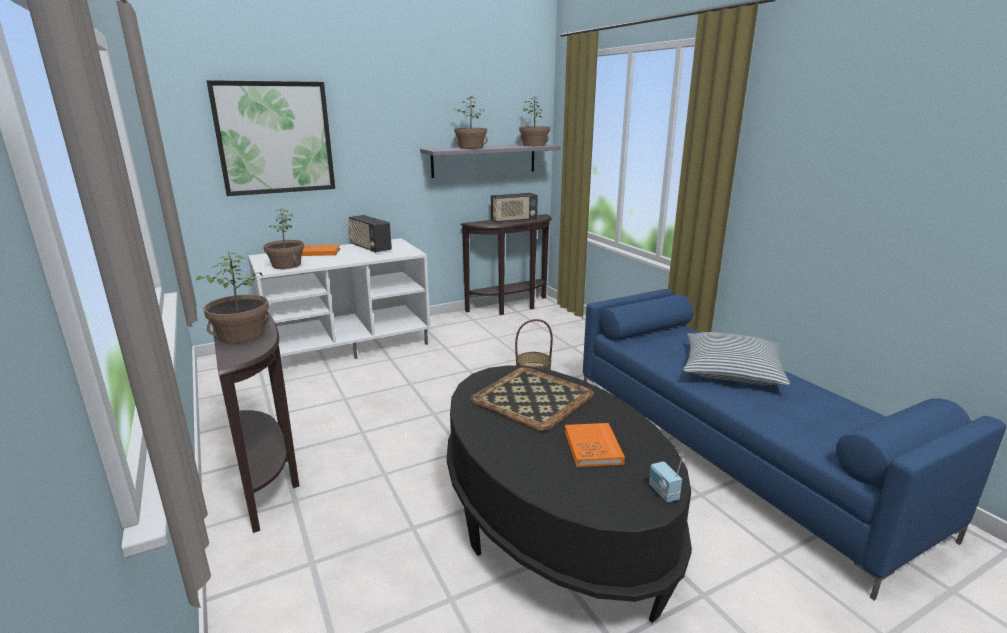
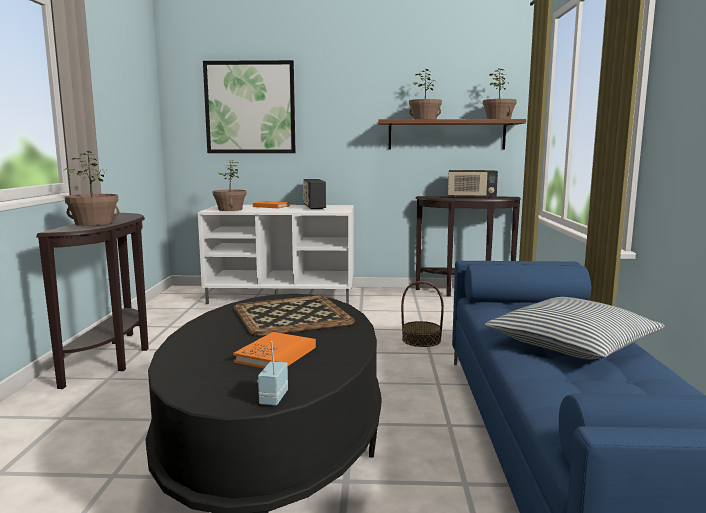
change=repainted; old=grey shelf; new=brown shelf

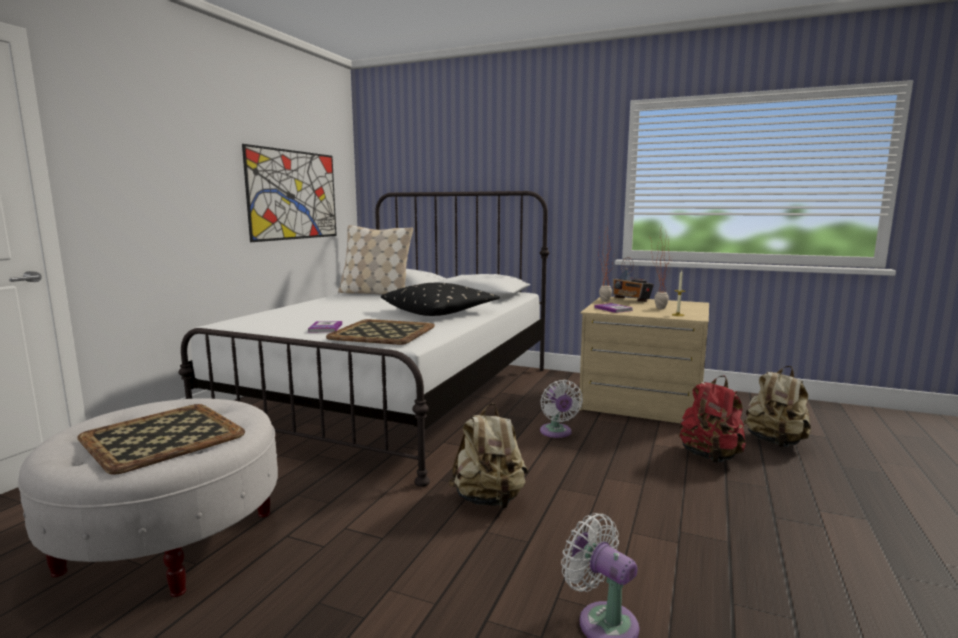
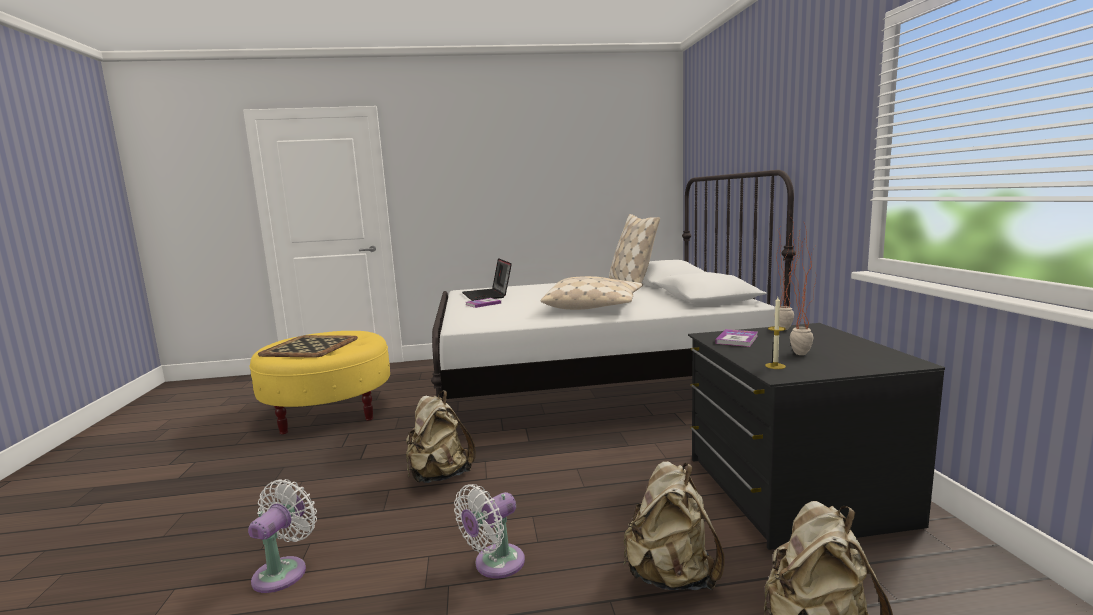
change=repainted; old=white ottoman; new=yellow ottoman
change=gone; old=picture
change=gone; old=tray (no. 2 from left)
change=repainted; old=black pillow; new=beige pillow (no. 1 from left)
change=shifted; old=white fan (no. 1 from left in the first image); new=white fan (no. 2 from left)
change=repainted; old=beige dresser; new=black dresser
change=gone; old=radio
change=repainted; old=red backpack; new=beige backpack (no. 2 from left)
change=new; new=laptop

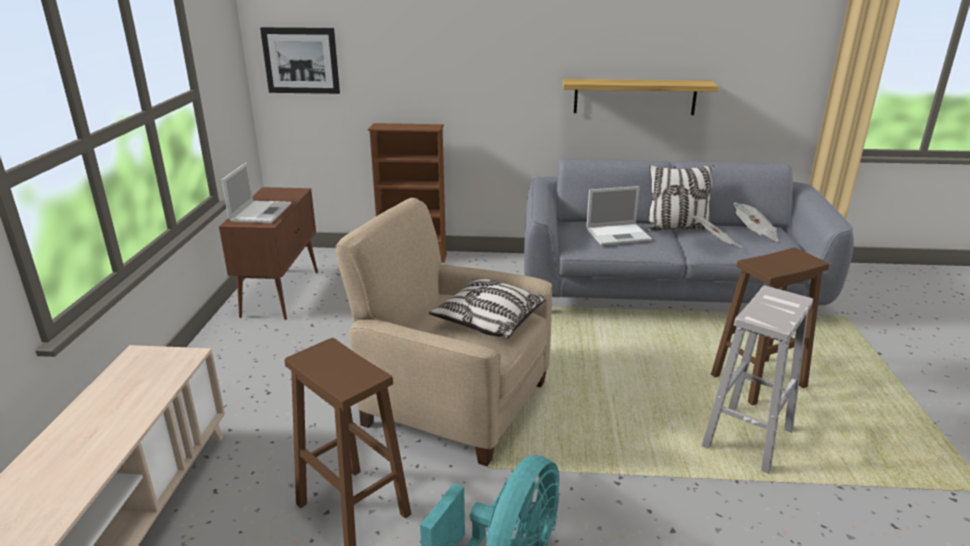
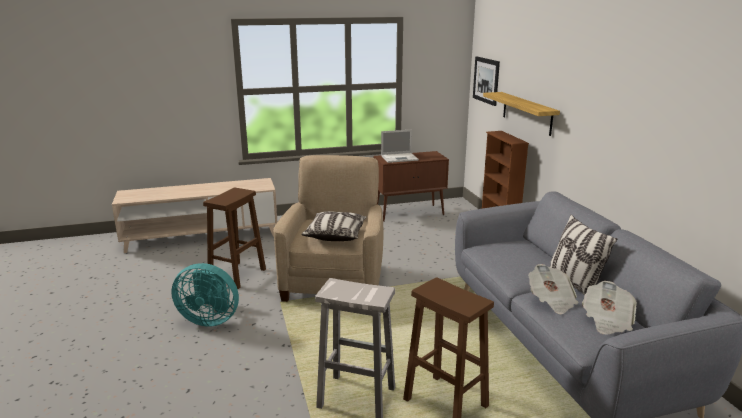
change=shifted; old=shelf
change=gone; old=laptop (no. 2 from left)

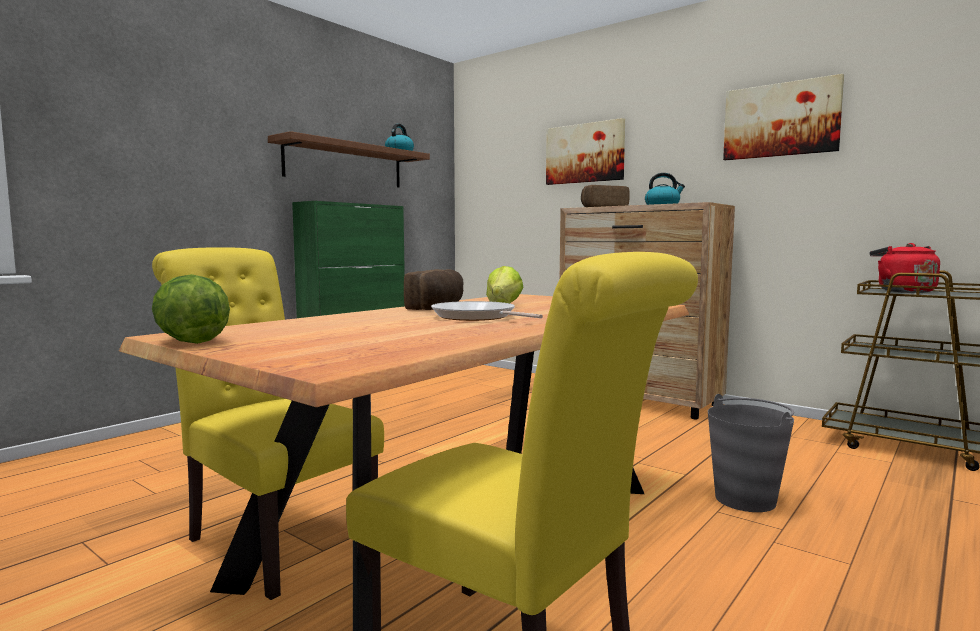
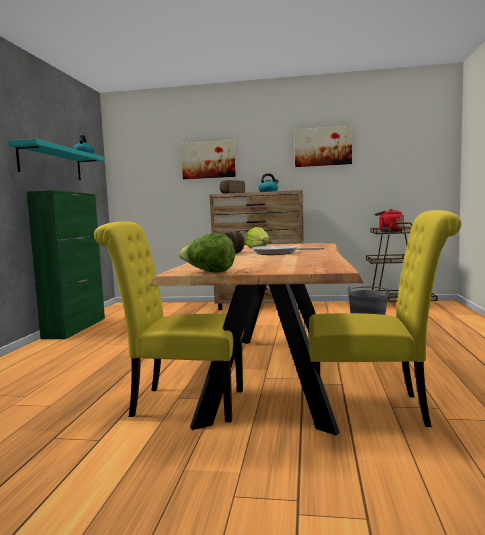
change=repainted; old=brown shelf; new=turquoise shelf

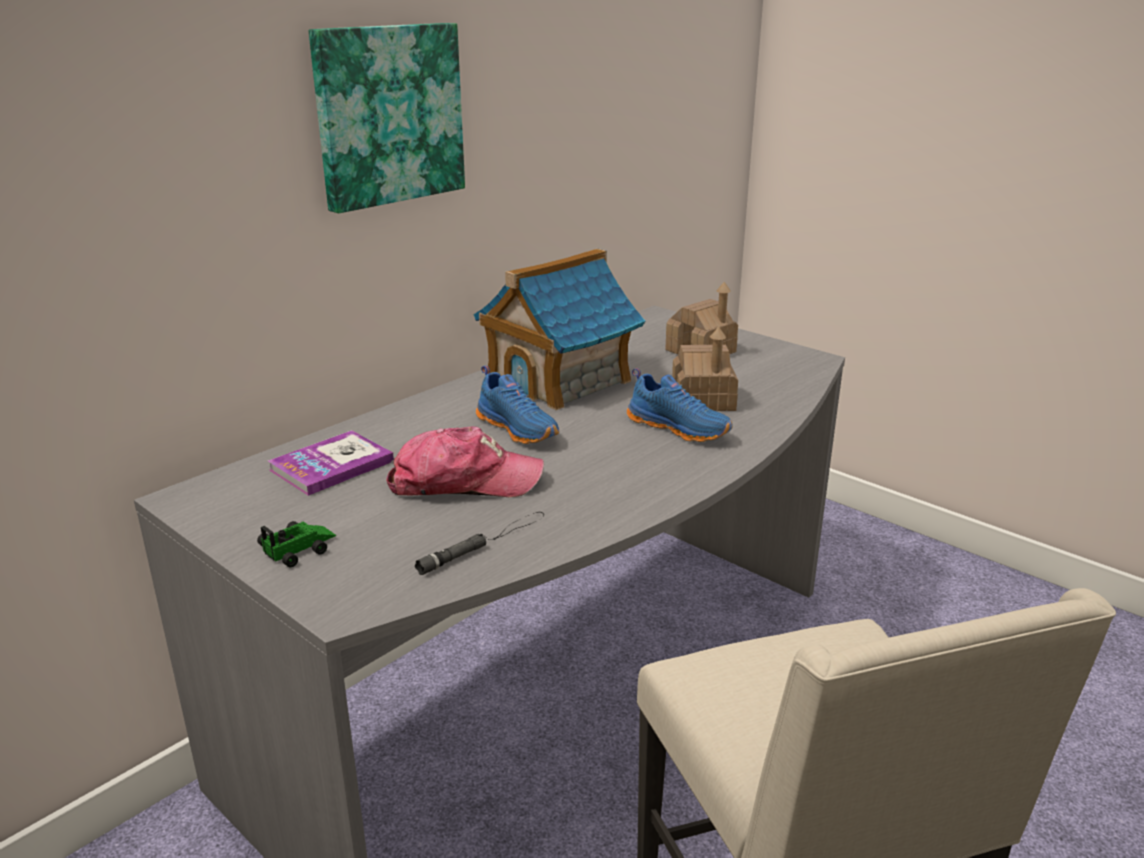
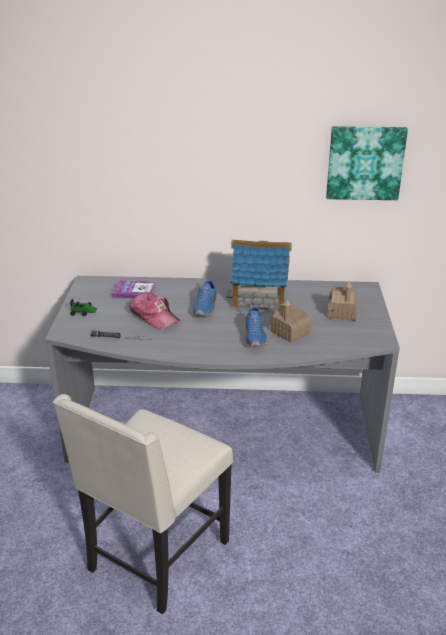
change=shifted; old=picture

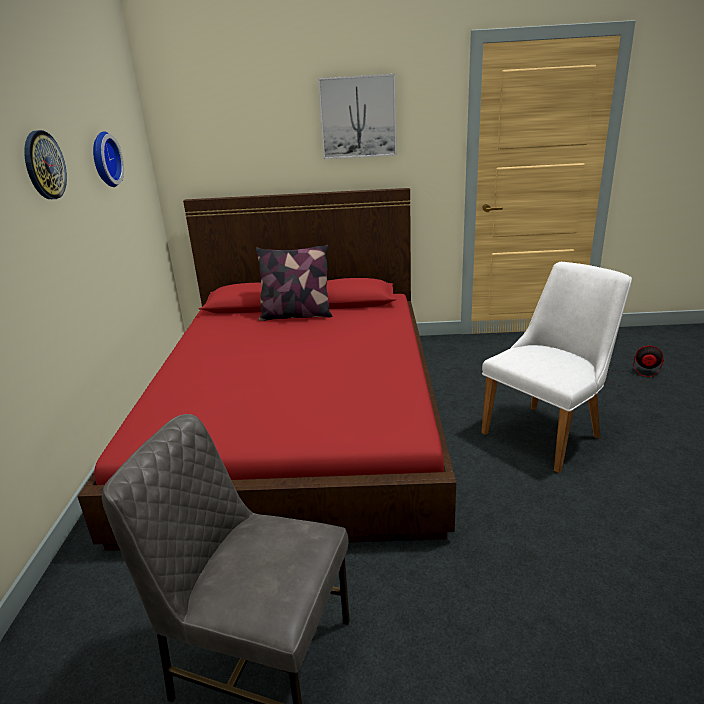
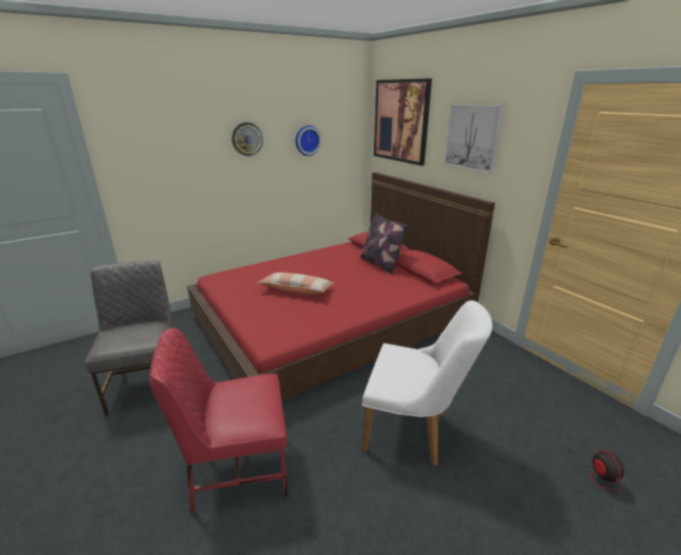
change=new; new=red chair
change=new; new=pillow (no. 1 from left)
change=new; new=picture (no. 1 from left)

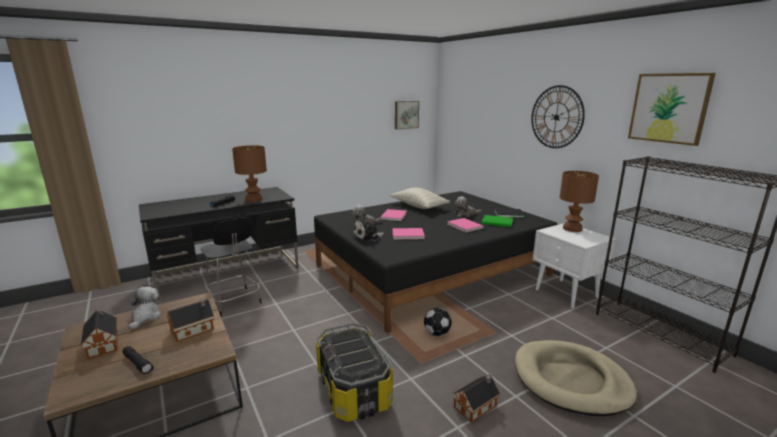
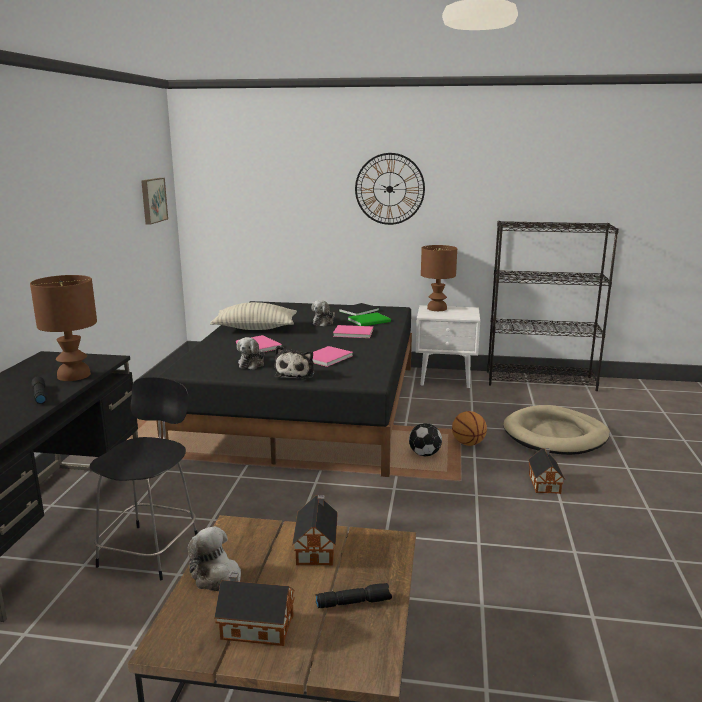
change=rotated; old=black chair; degrees=-75
change=gone; old=storage box
change=gone; old=picture (no. 2 from left)
change=new; new=basketball

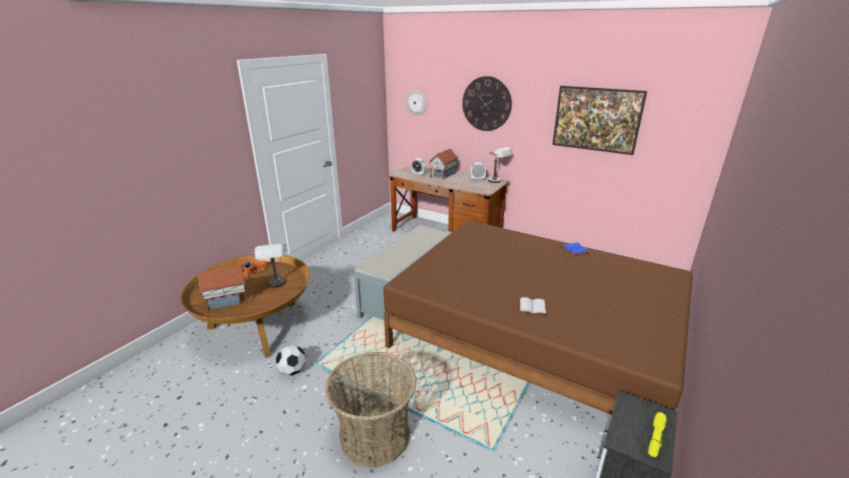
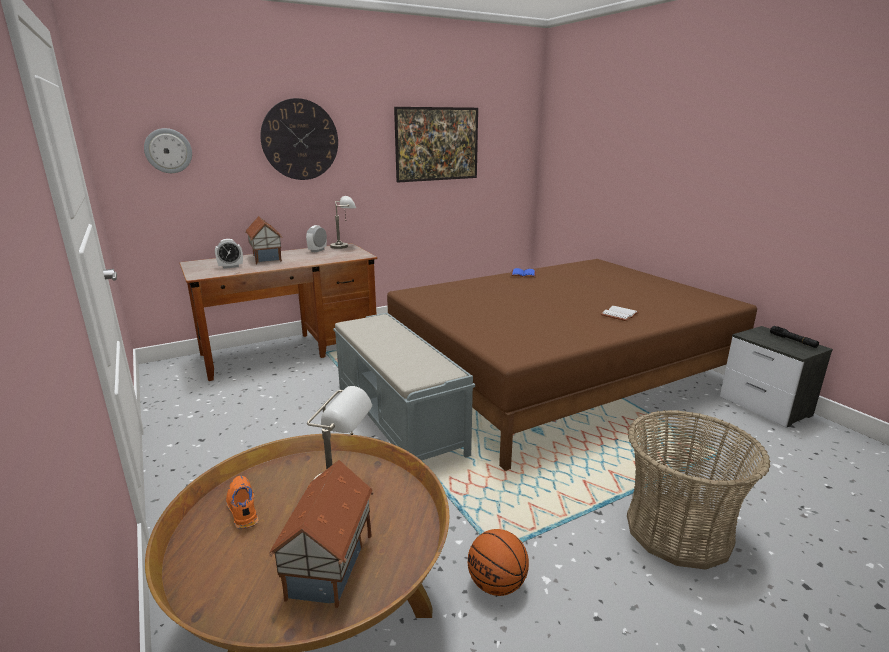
change=swapped; old=football; new=basketball
change=repainted; old=yellow flashlight; new=black flashlight

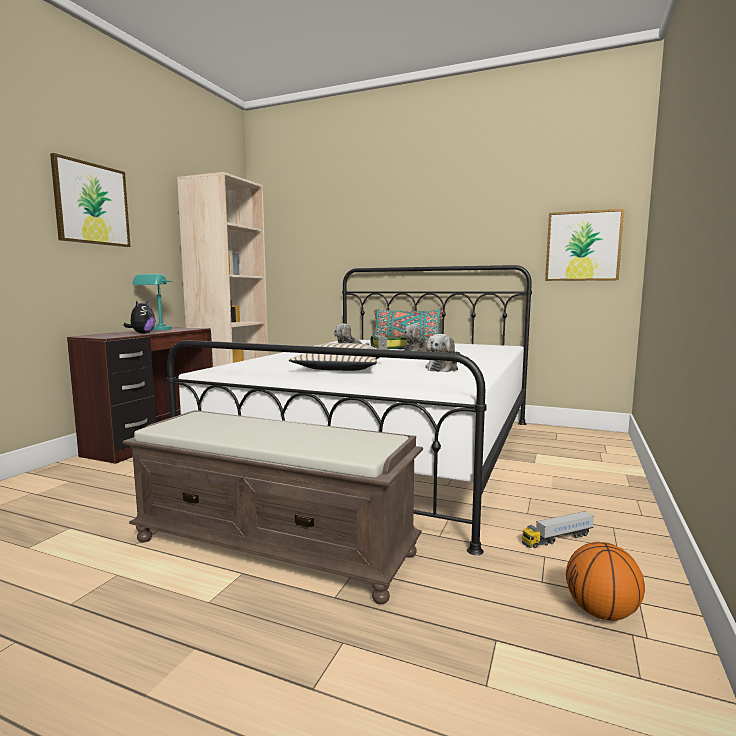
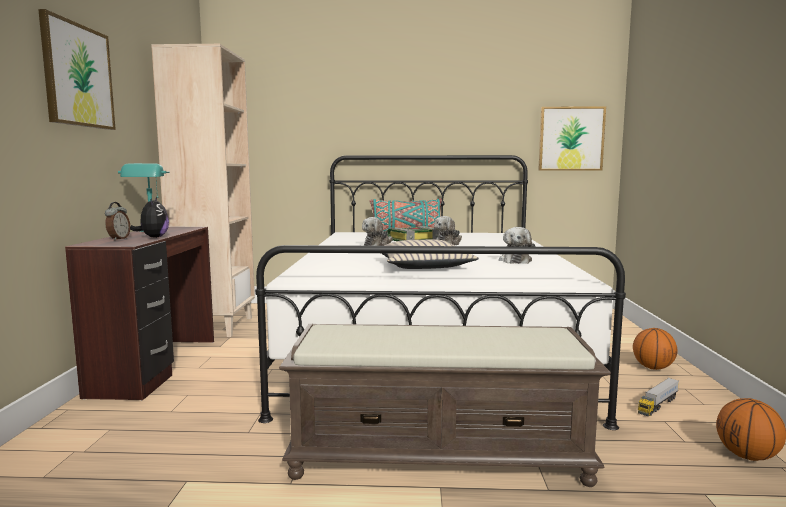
change=new; new=alarm clock
change=new; new=basketball (no. 1 from left)

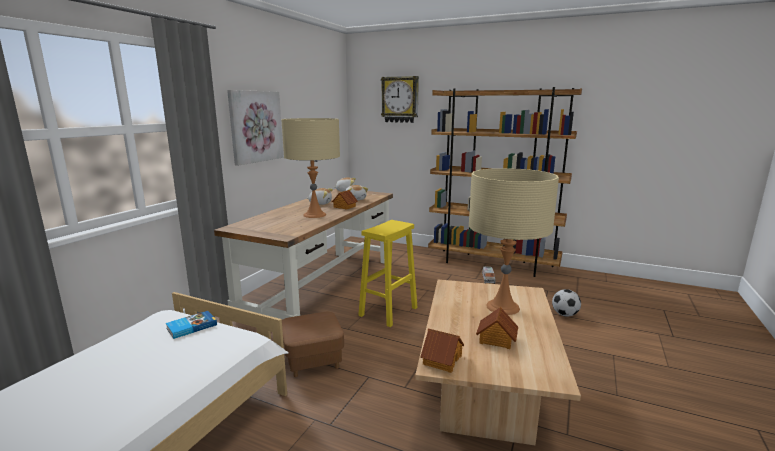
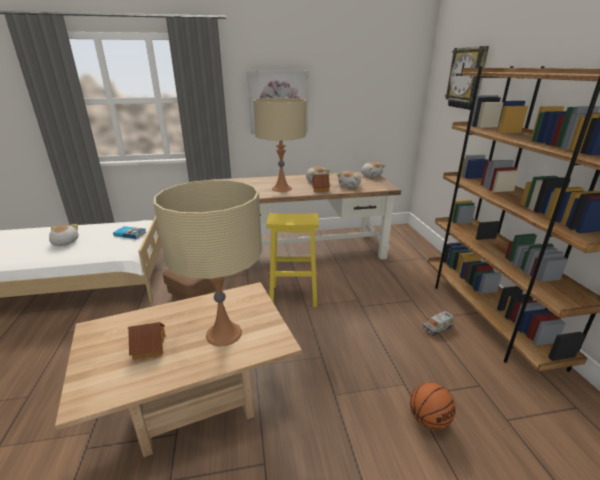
change=gone; old=toy house (no. 2 from left)
change=swapped; old=football; new=basketball
change=new; new=plush toy (no. 1 from left)

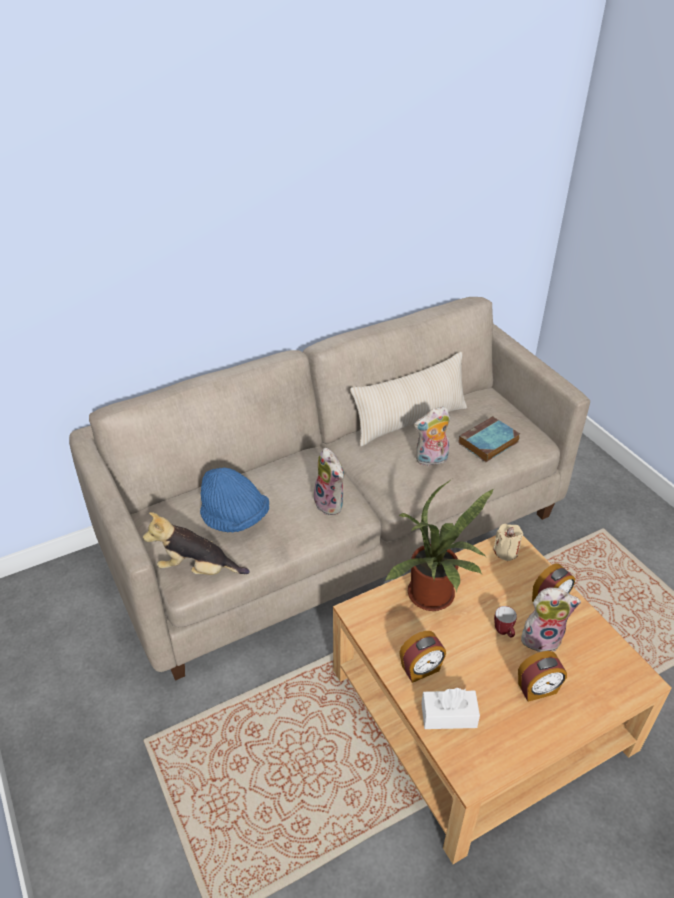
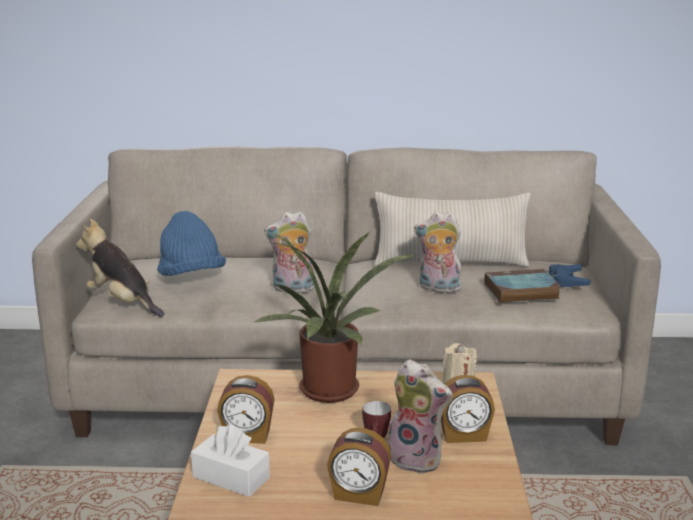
change=rotated; old=plush toy (no. 2 from left); degrees=90
change=new; new=blue game controller

